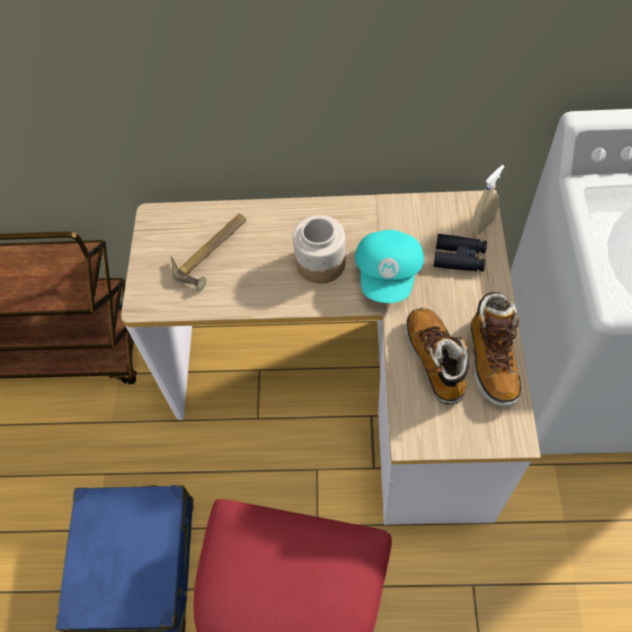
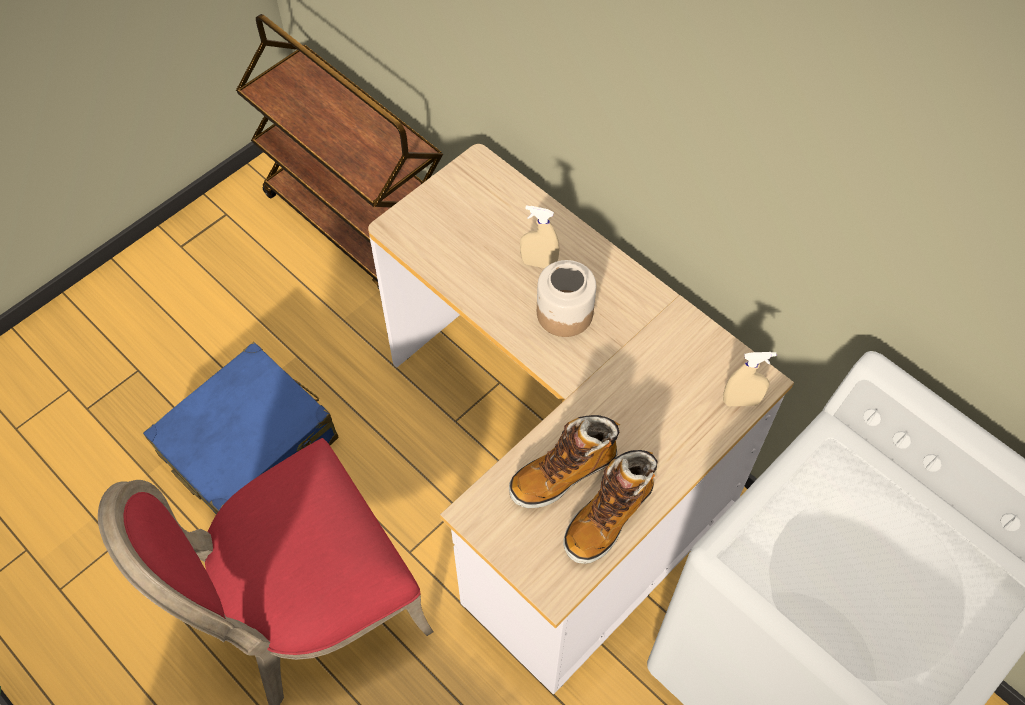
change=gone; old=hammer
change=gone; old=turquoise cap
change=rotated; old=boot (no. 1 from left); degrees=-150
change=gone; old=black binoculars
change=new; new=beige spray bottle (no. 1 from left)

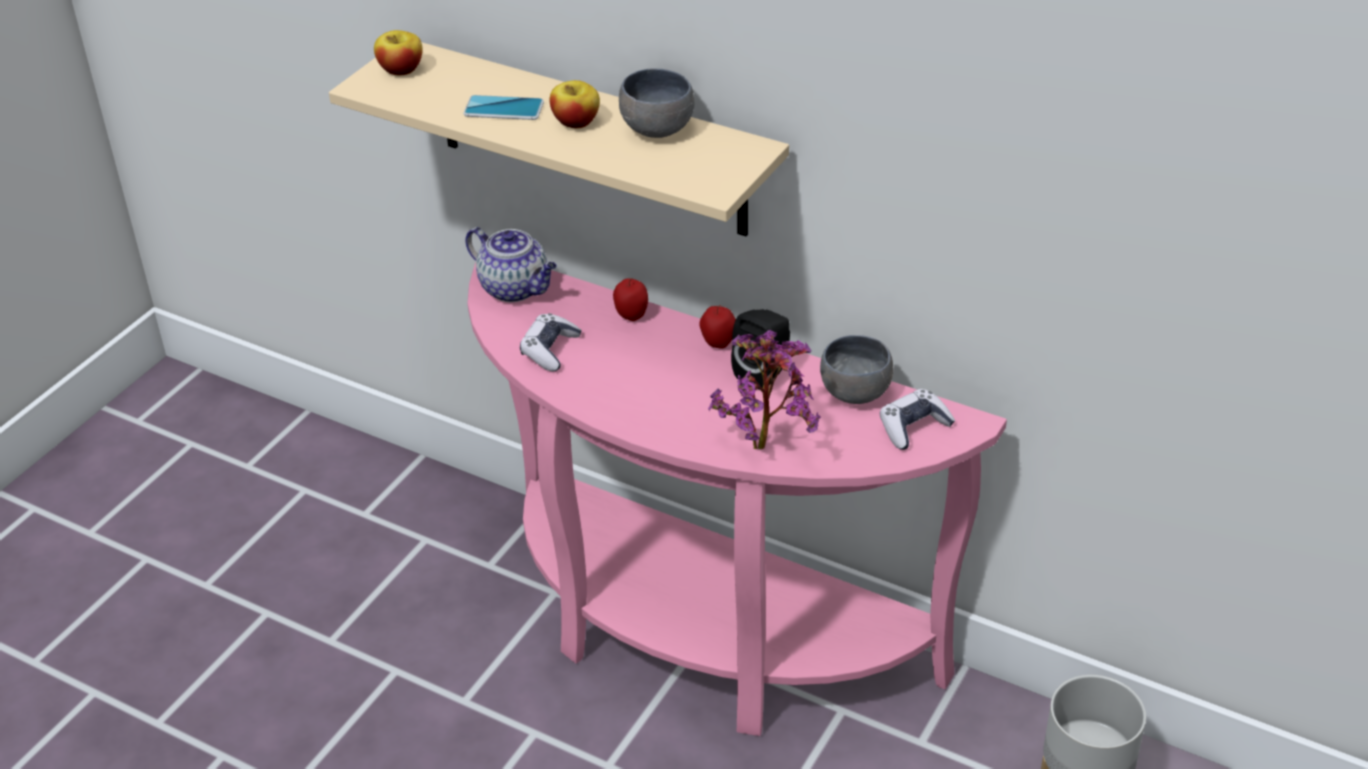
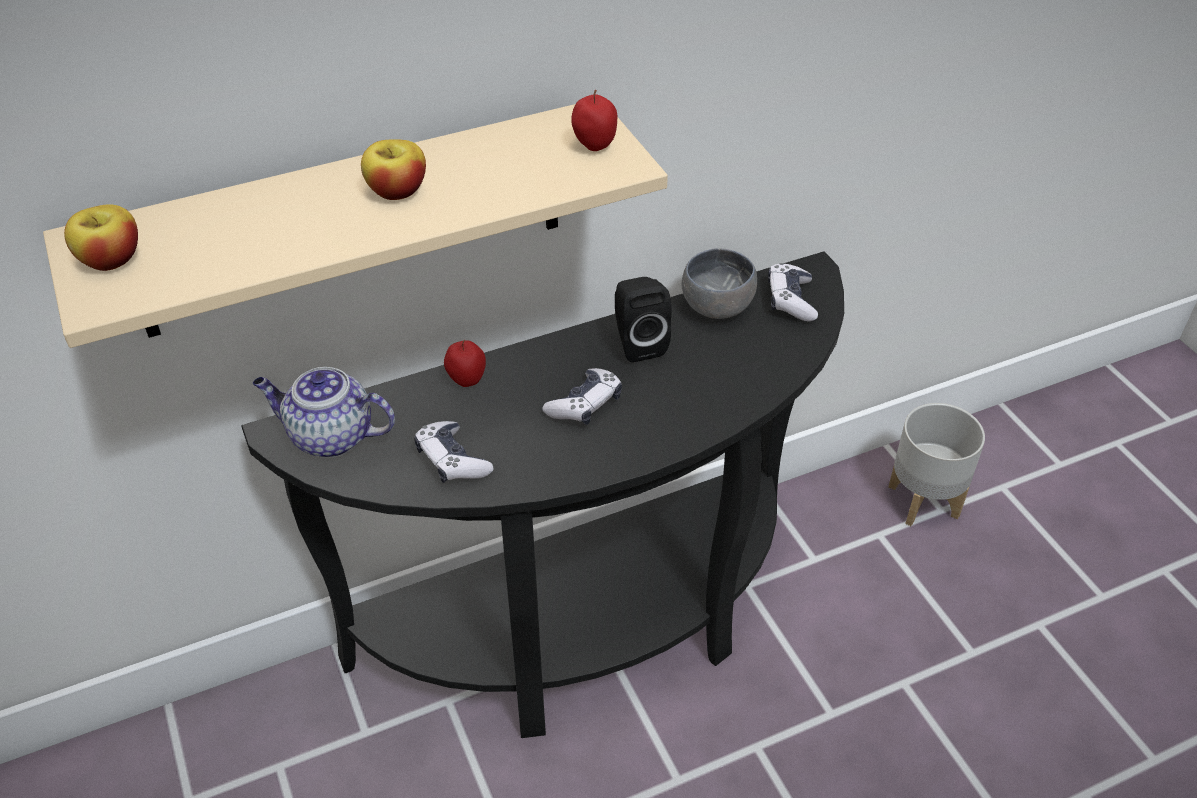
change=gone; old=phone
change=rotated; old=teapot; degrees=-150
change=repainted; old=pink console table; new=black console table
change=gone; old=grey bowl (no. 1 from left)
change=shifted; old=apple (no. 4 from left)
change=gone; old=potted plant
change=new; new=game controller (no. 2 from left)

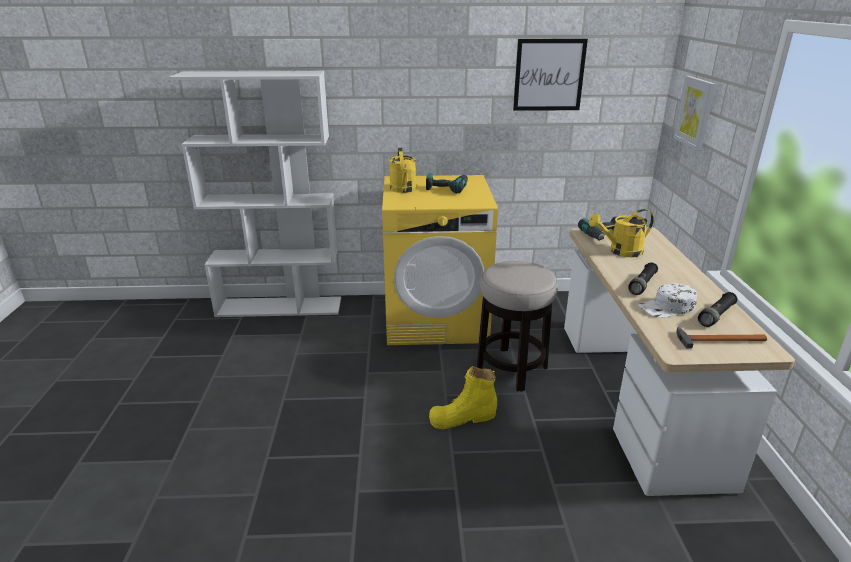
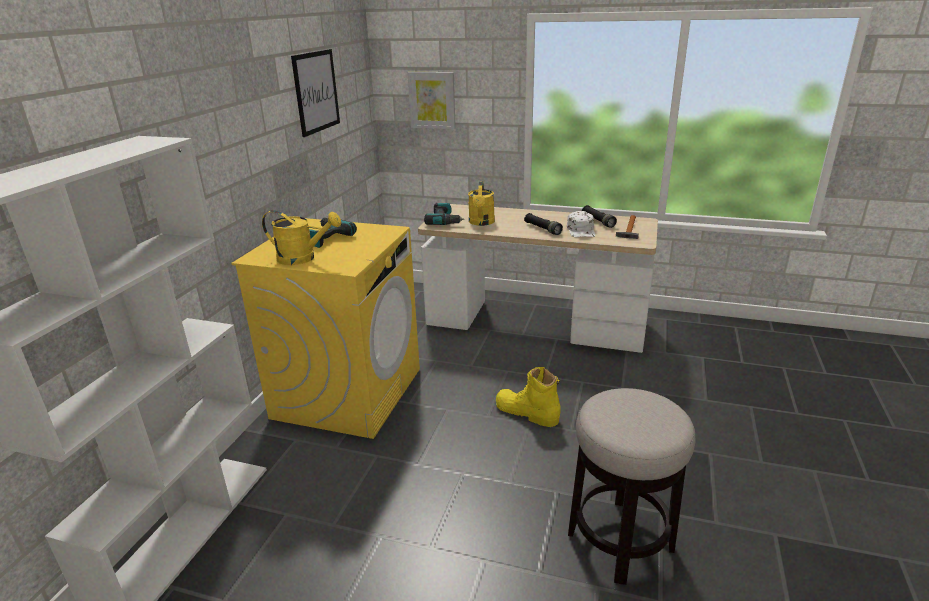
change=rotated; old=yellow boot; degrees=120
change=shifted; old=stool

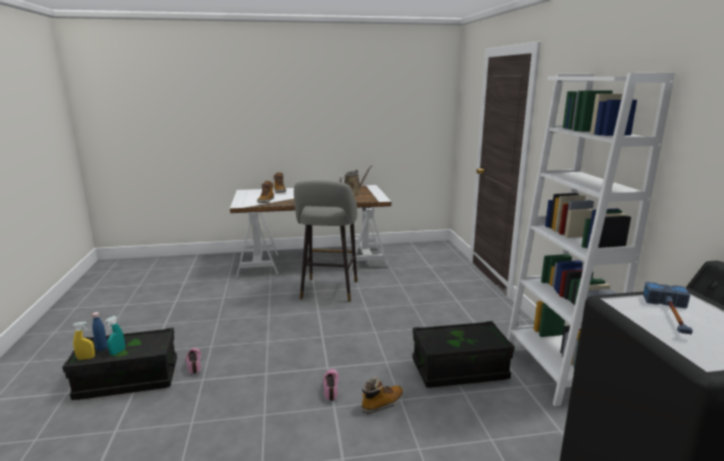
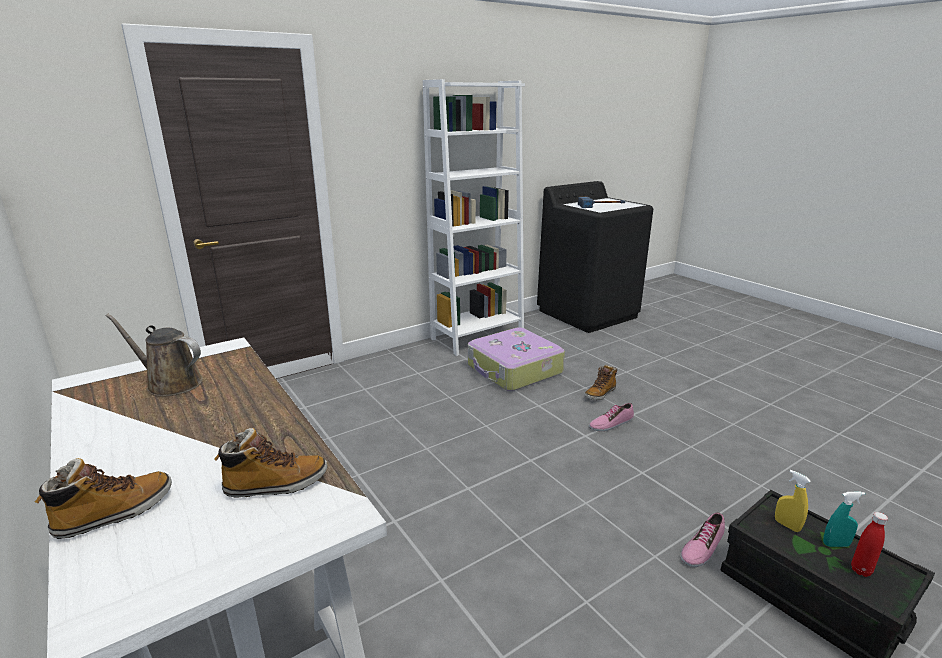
change=shifted; old=yellow spray bottle
change=repainted; old=blue bottle; new=red bottle
change=gone; old=grey stool
change=rotated; old=boot (no. 3 from left); degrees=-75
change=swapped; old=black storage box (no. 2 from left); new=suitcase

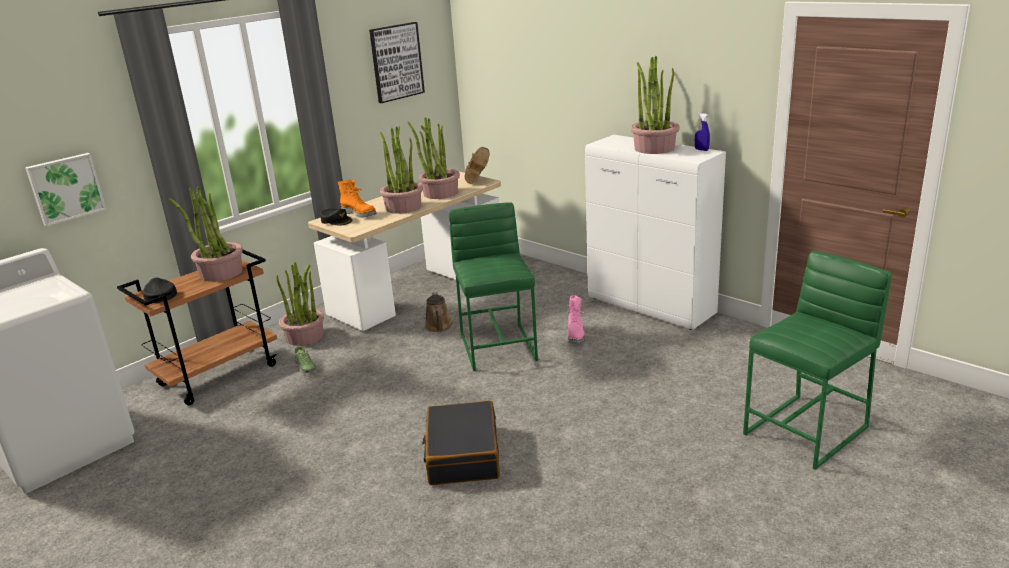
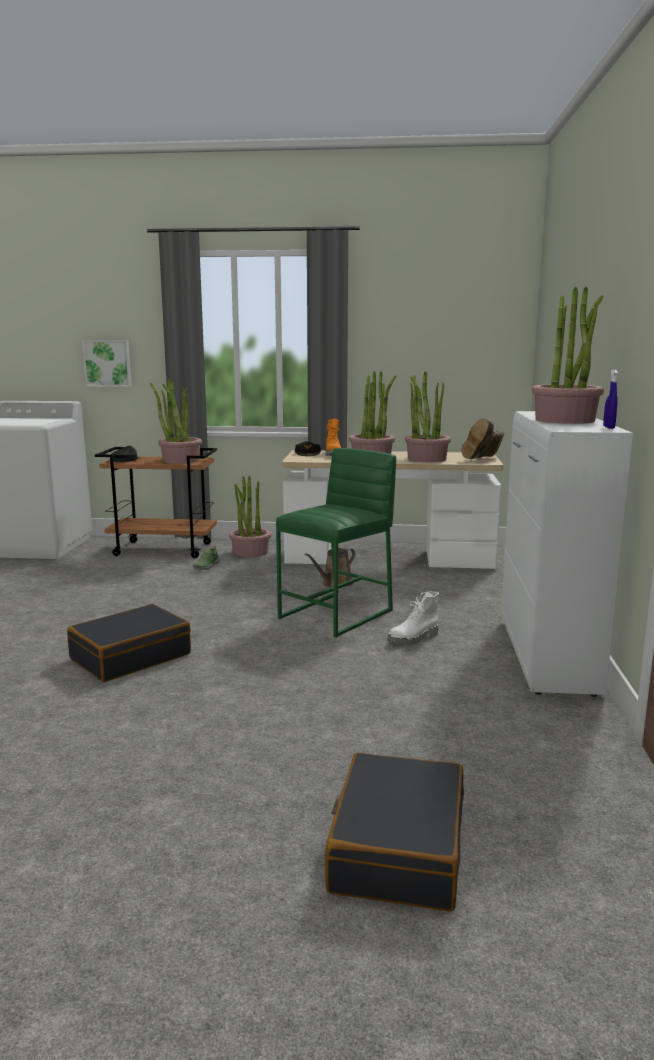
change=gone; old=picture (no. 2 from left)
change=repainted; old=pink boot; new=white boot
change=swapped; old=green stool (no. 2 from left); new=black suitcase (no. 2 from left)

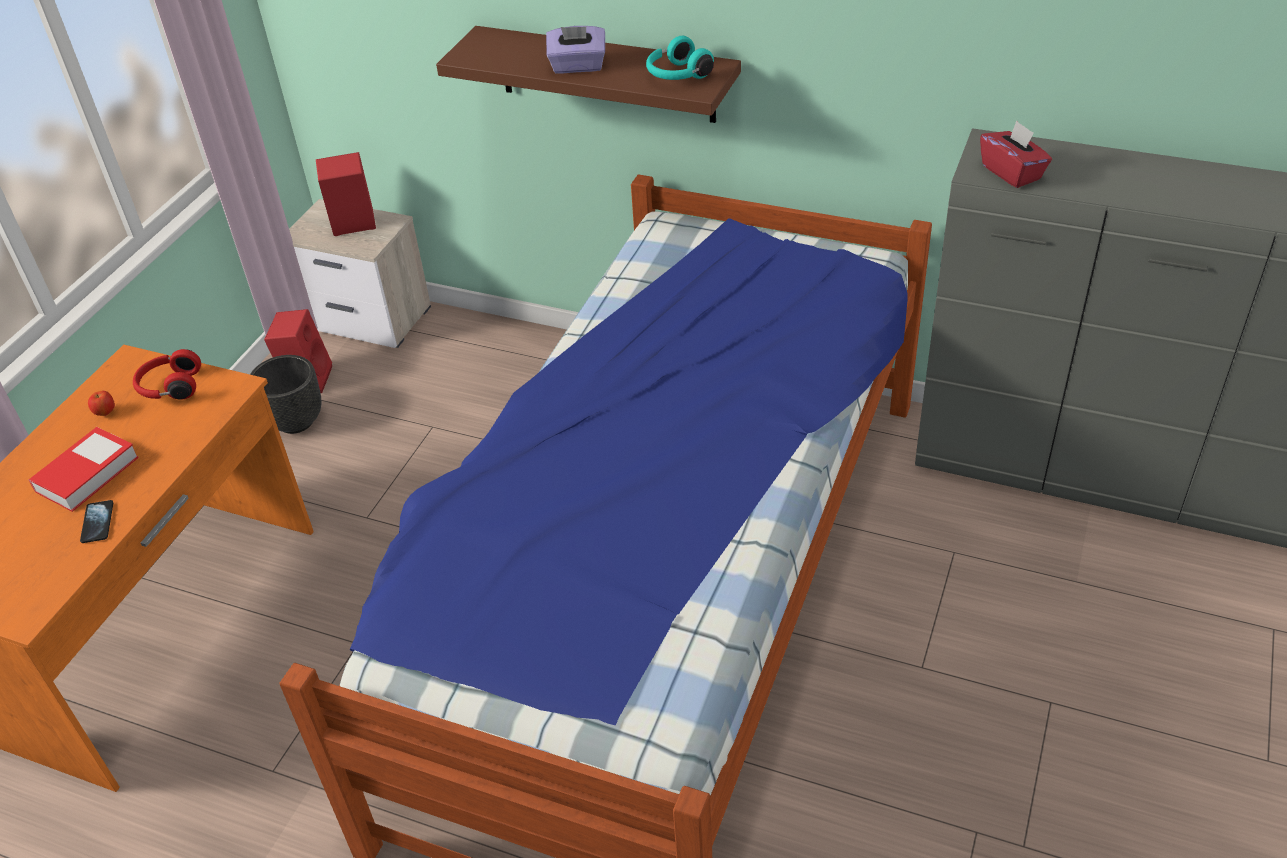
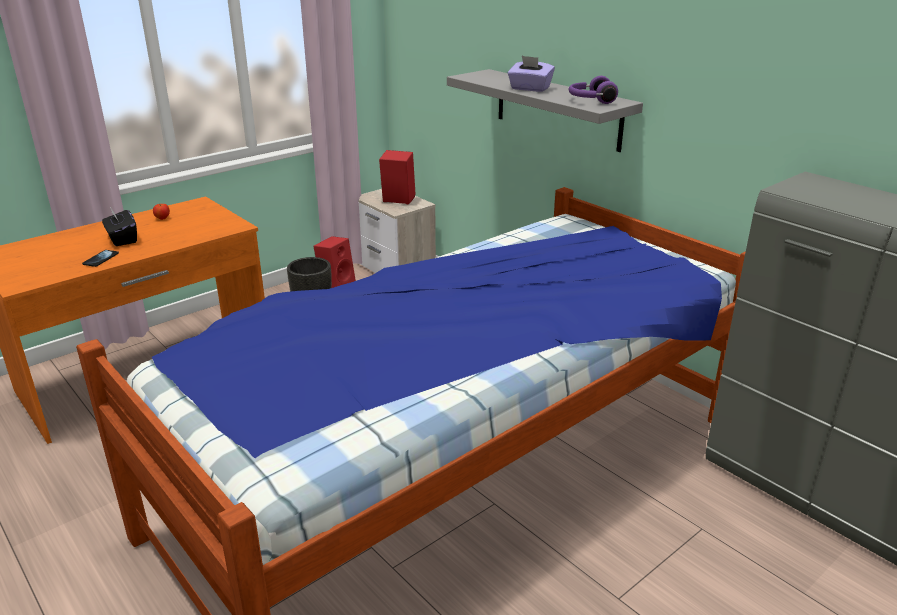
change=swapped; old=book; new=black tissue box
change=gone; old=red headphones
change=repainted; old=brown shelf; new=grey shelf
change=repainted; old=turquoise headphones; new=purple headphones
change=gone; old=red tissue box

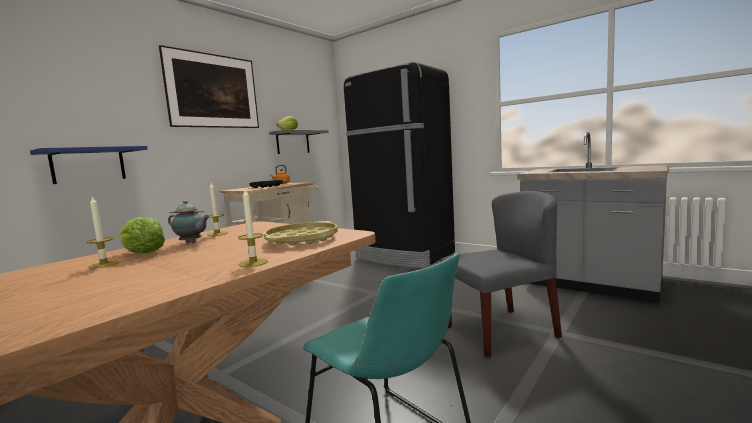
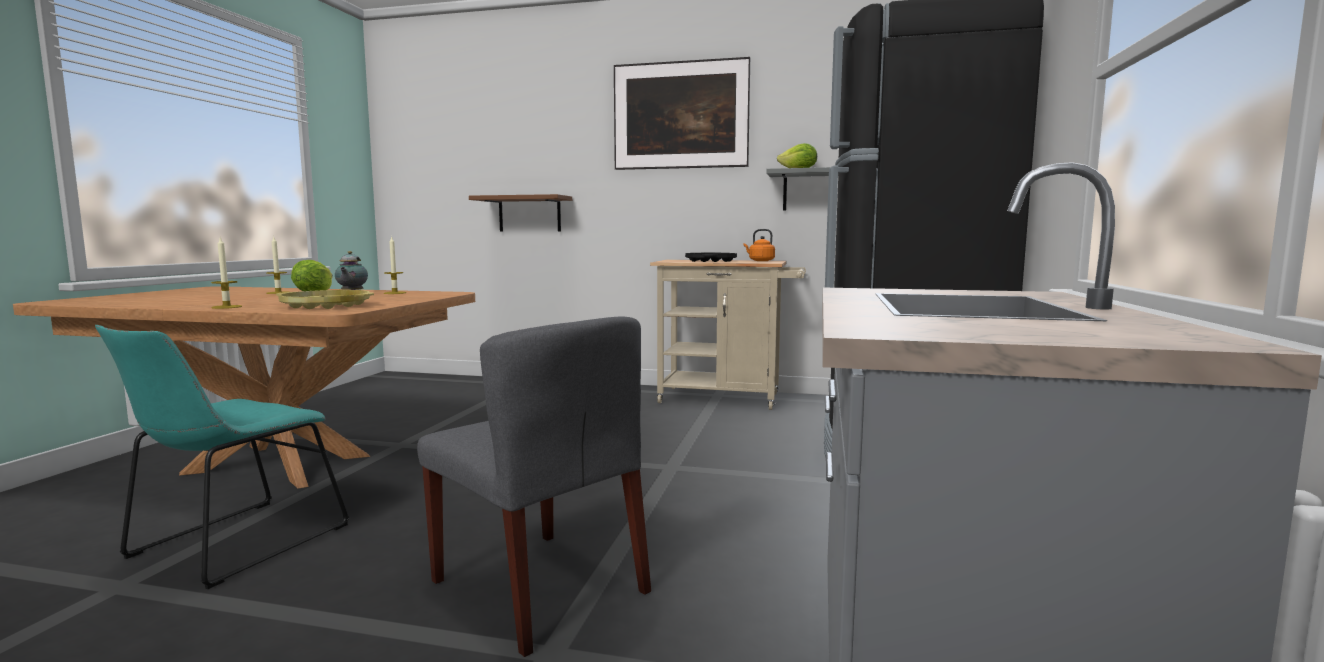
change=repainted; old=blue shelf; new=brown shelf

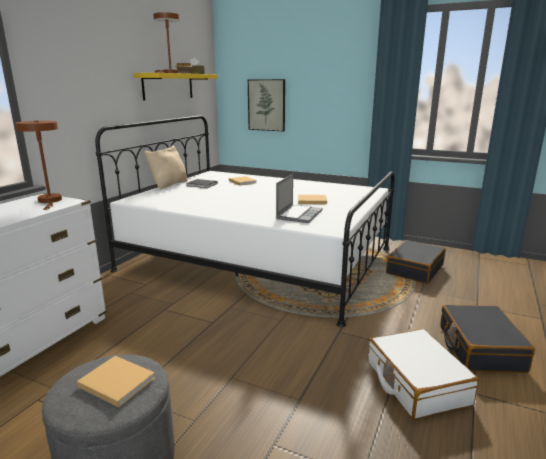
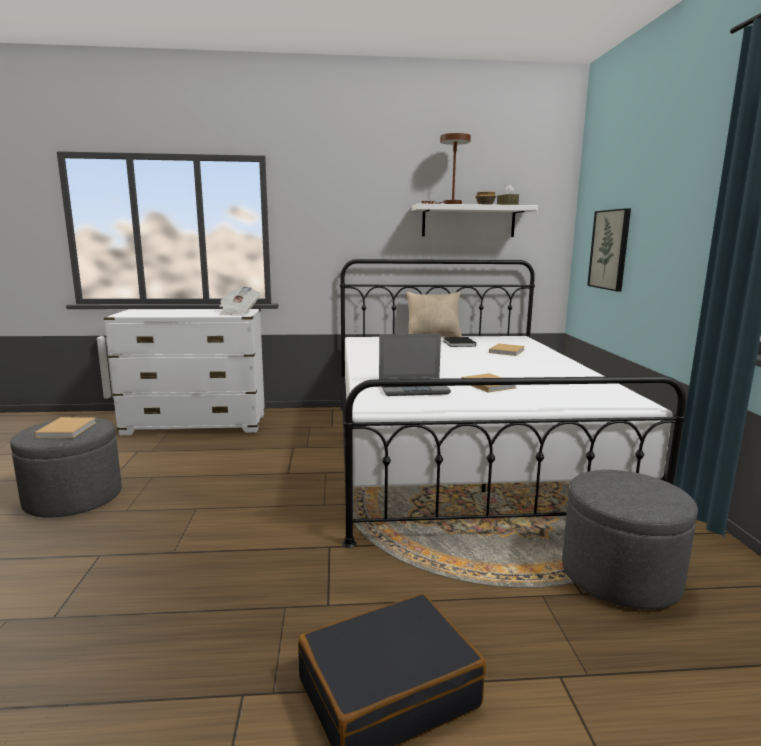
change=swapped; old=brown table lamp (no. 1 from left); new=newspaper
change=repainted; old=yellow shelf; new=white shelf
change=gone; old=white suitcase
change=swapped; old=black suitcase (no. 1 from left); new=grey ottoman (no. 2 from left)

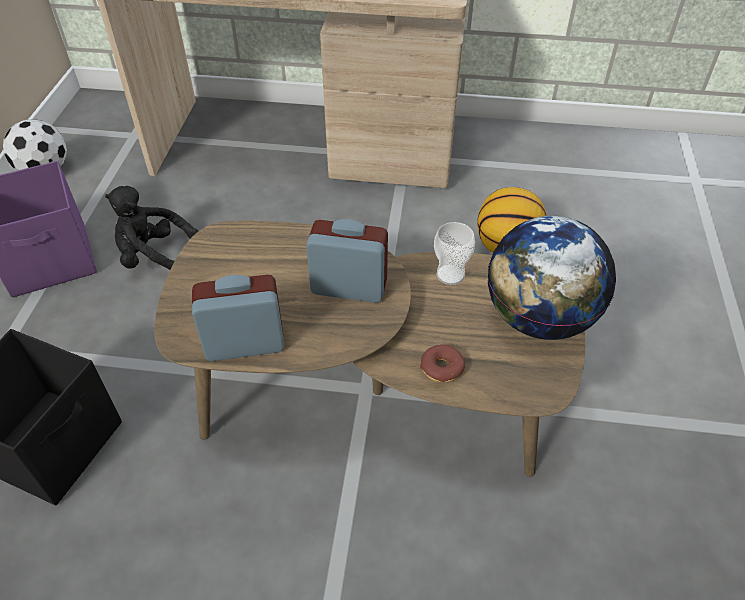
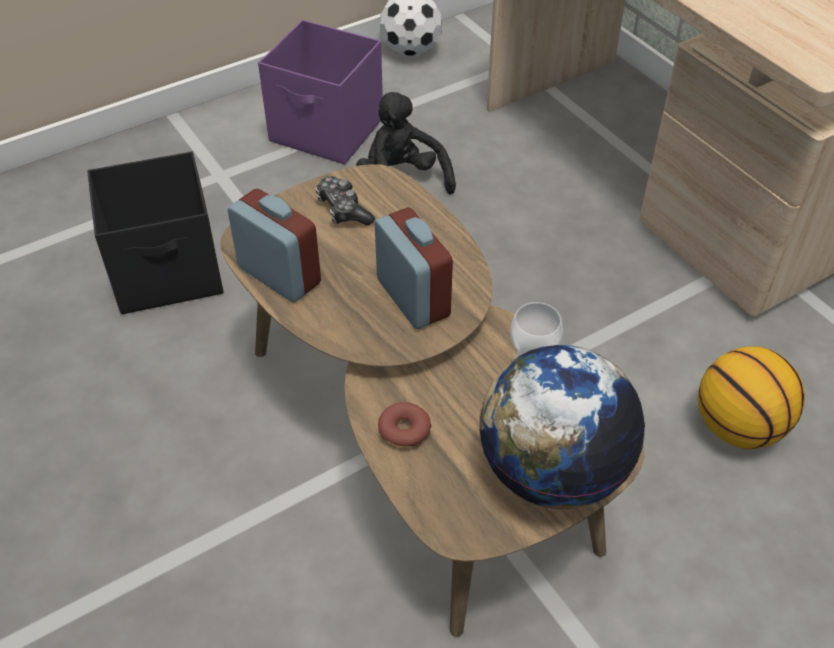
change=new; new=game controller

